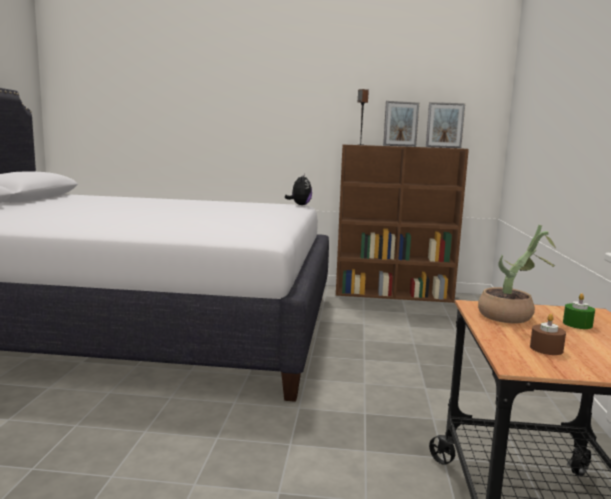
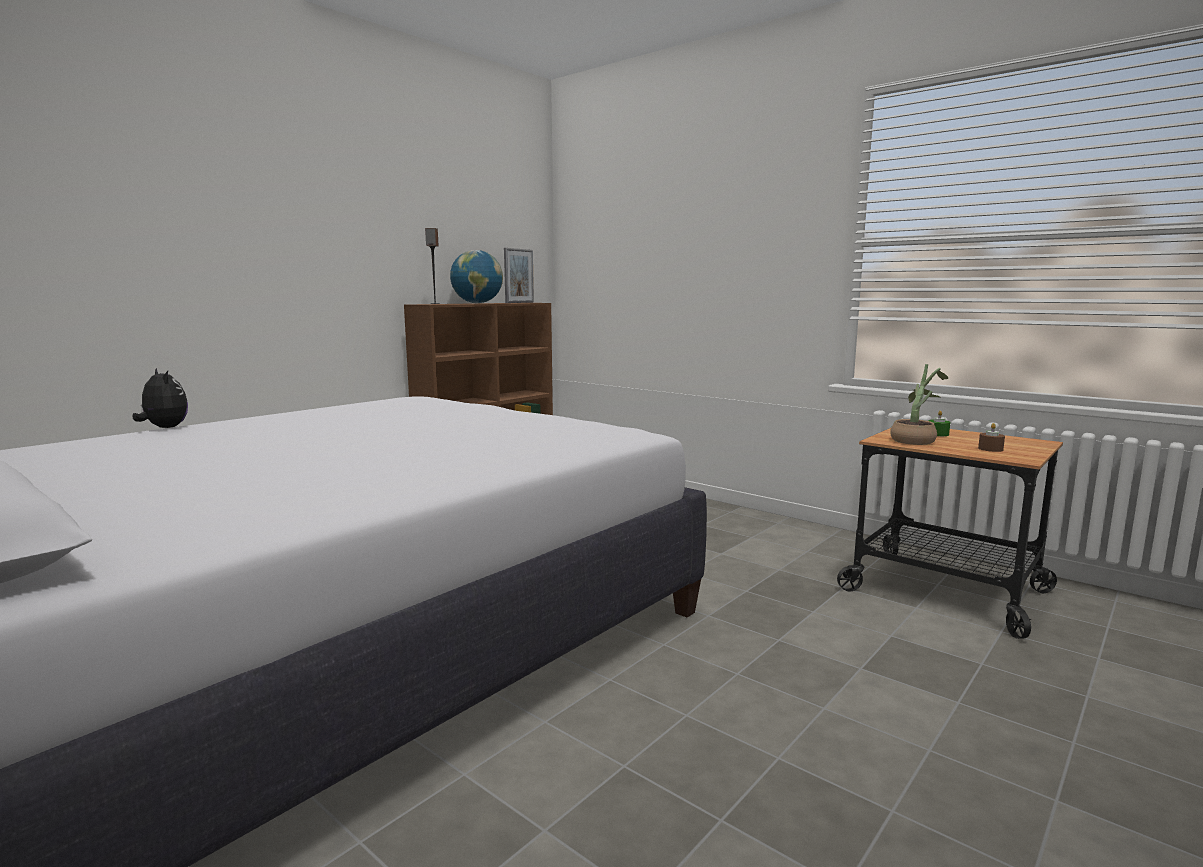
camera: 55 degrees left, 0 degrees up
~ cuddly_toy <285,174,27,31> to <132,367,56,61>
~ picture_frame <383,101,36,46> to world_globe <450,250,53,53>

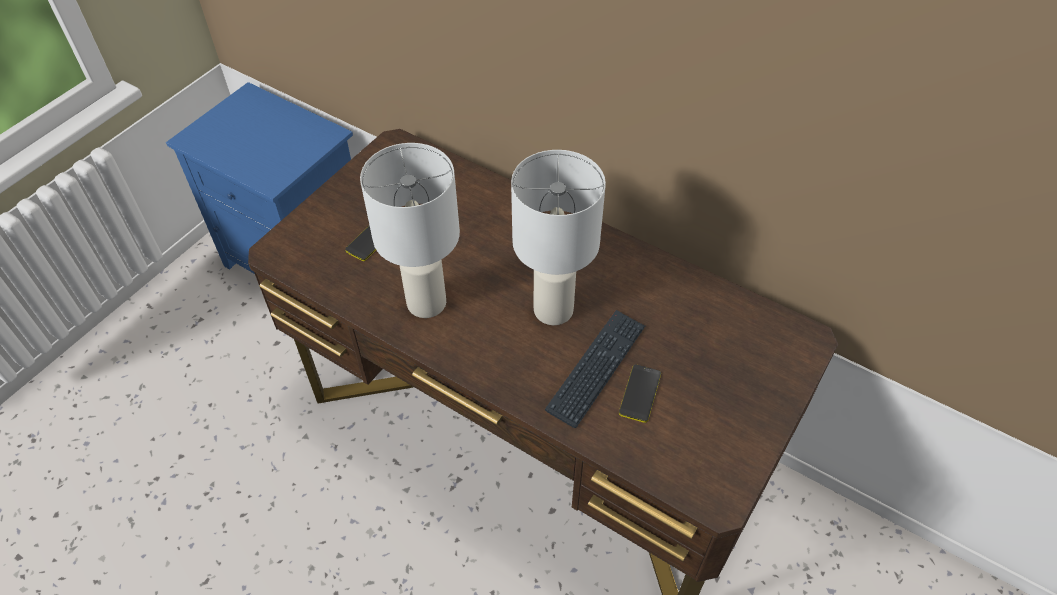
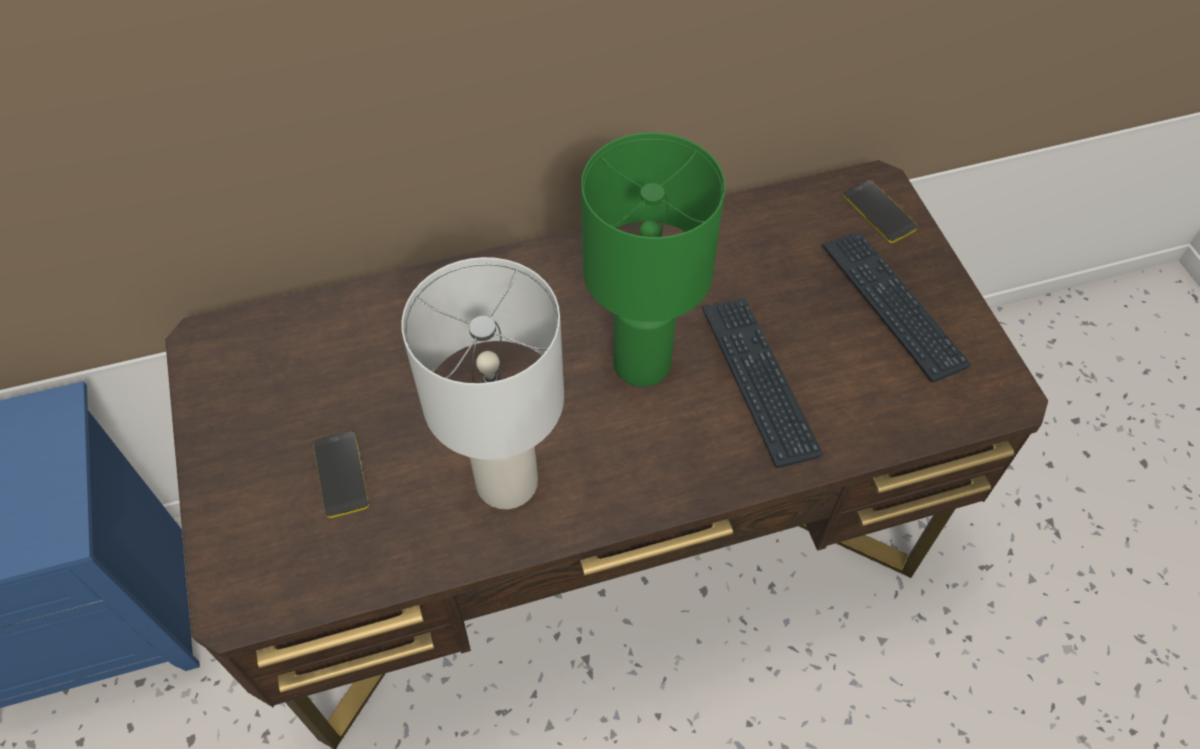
camera: 50 degrees left, 5 degrees up
~ white_tabletop_lamp <511,150,95,175> to greenish_tabletop_lamp <581,132,144,255>
~ phone <619,364,42,59> to <843,180,75,63>
+ computer_keyboard <823,231,148,152>

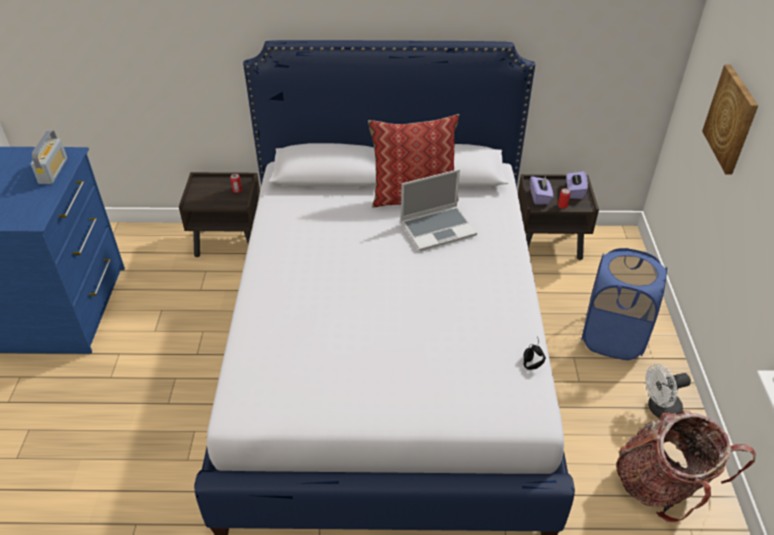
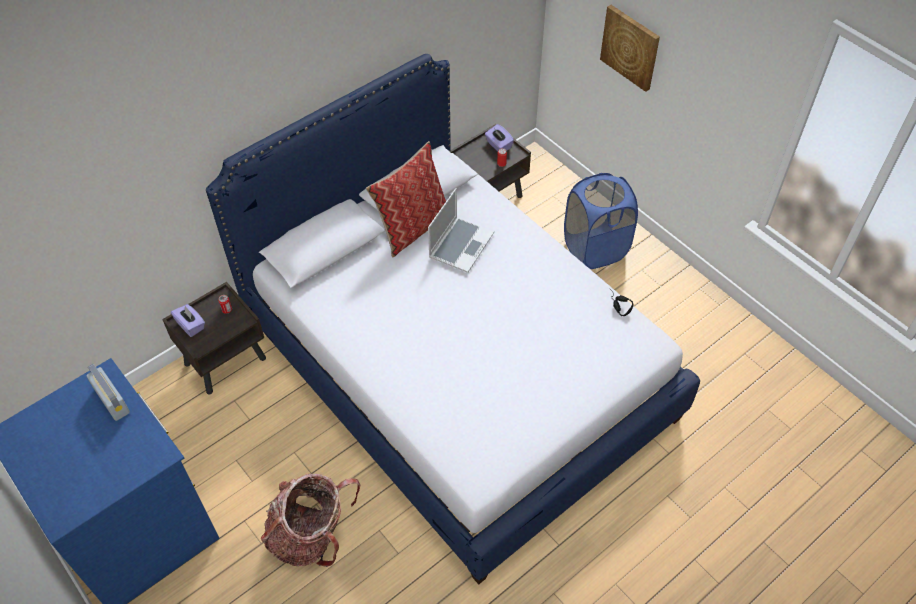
camera: 40 degrees left, 10 degrees up
~ purple-coloured_tissue_holder <530,176,23,29> to <171,304,34,33>
~ backpack <616,410,140,113> to <261,473,99,94>
- white_fan <645,364,46,54>

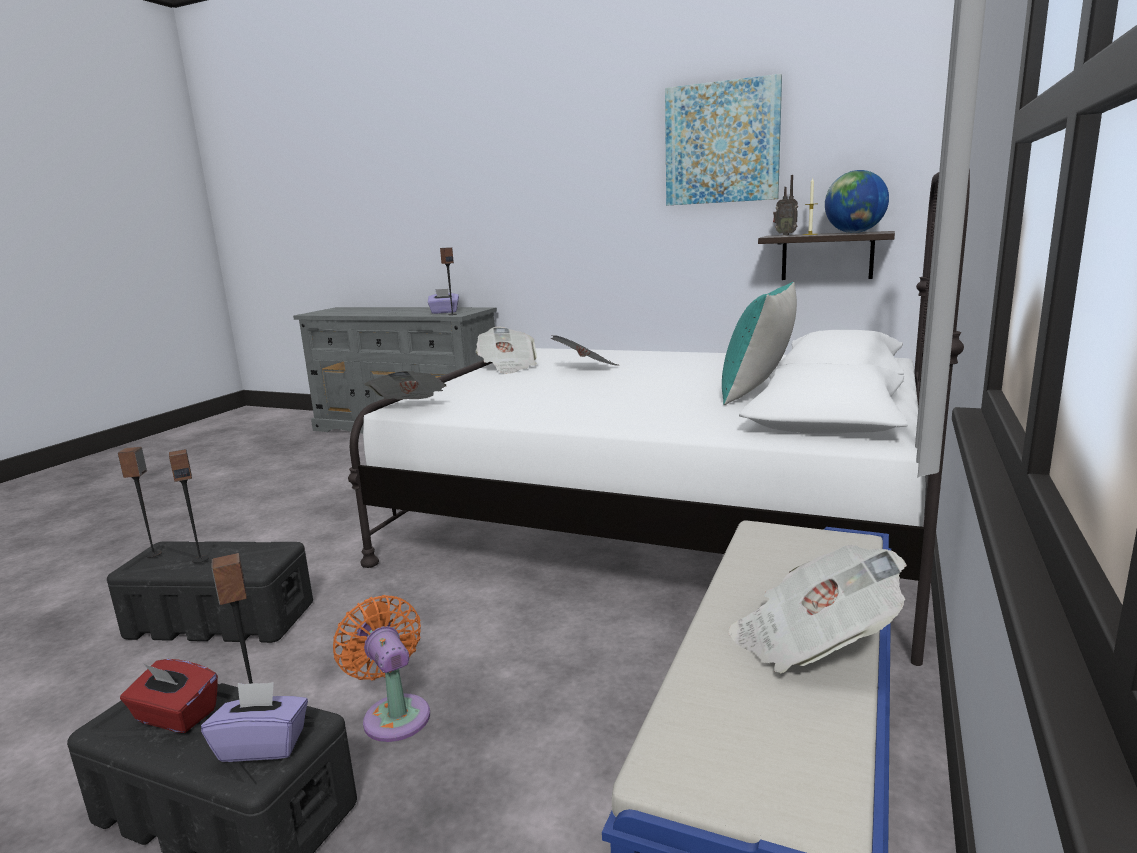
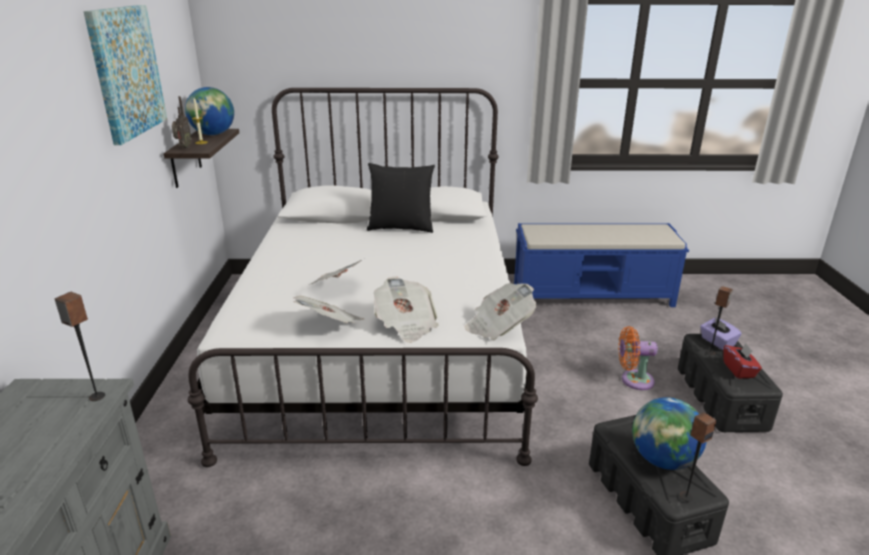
camera: 115 degrees left, 10 degrees up
~ audio_speaker <169,449,40,114> to world_globe <632,397,74,73>
~ orange_fan <333,595,97,147> = <618,326,40,64> 60 degrees clockwise
- purple-coloured_tissue_holder <428,289,31,25>
~ blue-green_pillow <722,282,75,123> to black_pillow <367,163,68,70>
~ newspaper <728,545,179,129> to <373,277,66,66>

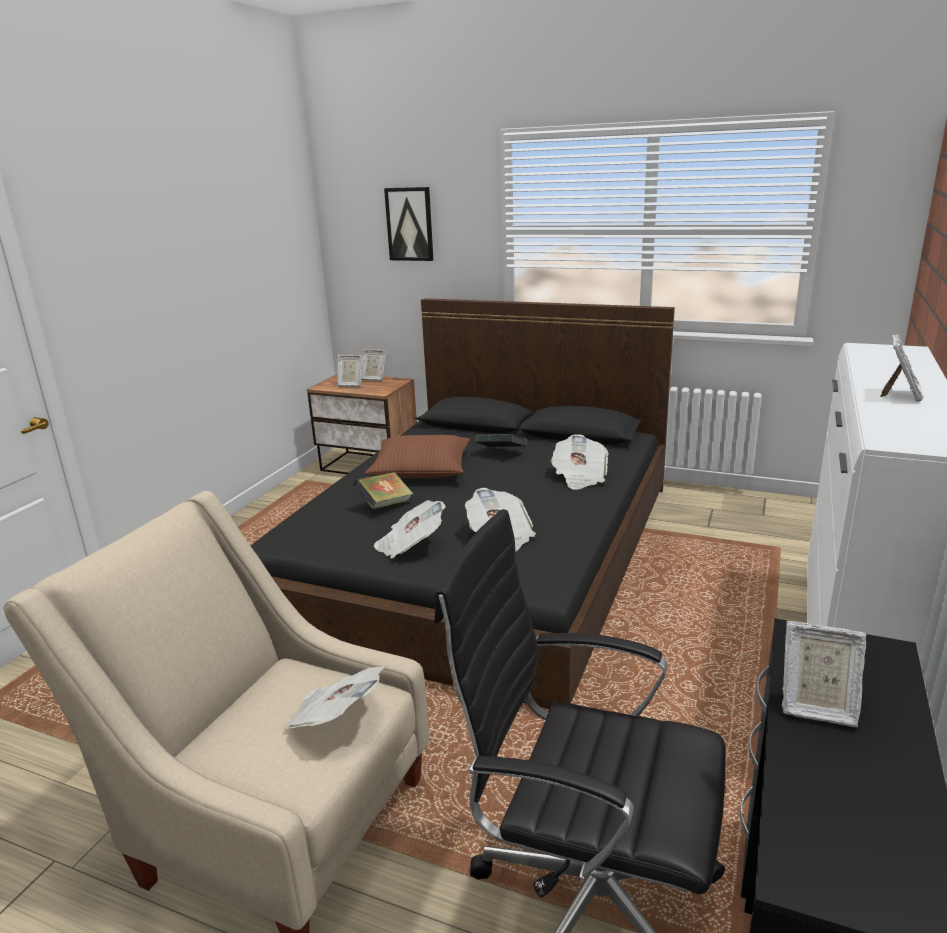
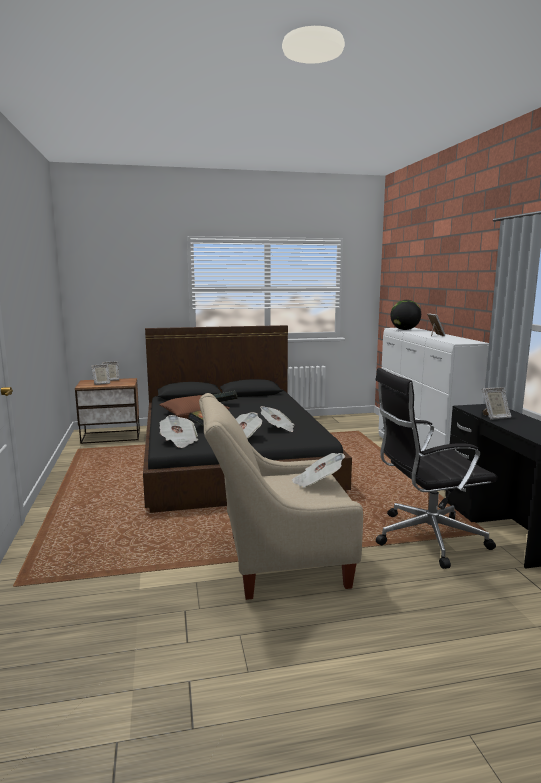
camera: 35 degrees left, 10 degrees down
- wall_art <384,187,50,74>
~ newspaper <551,434,58,56> to <160,415,38,33>
+ world_globe <390,300,31,30>

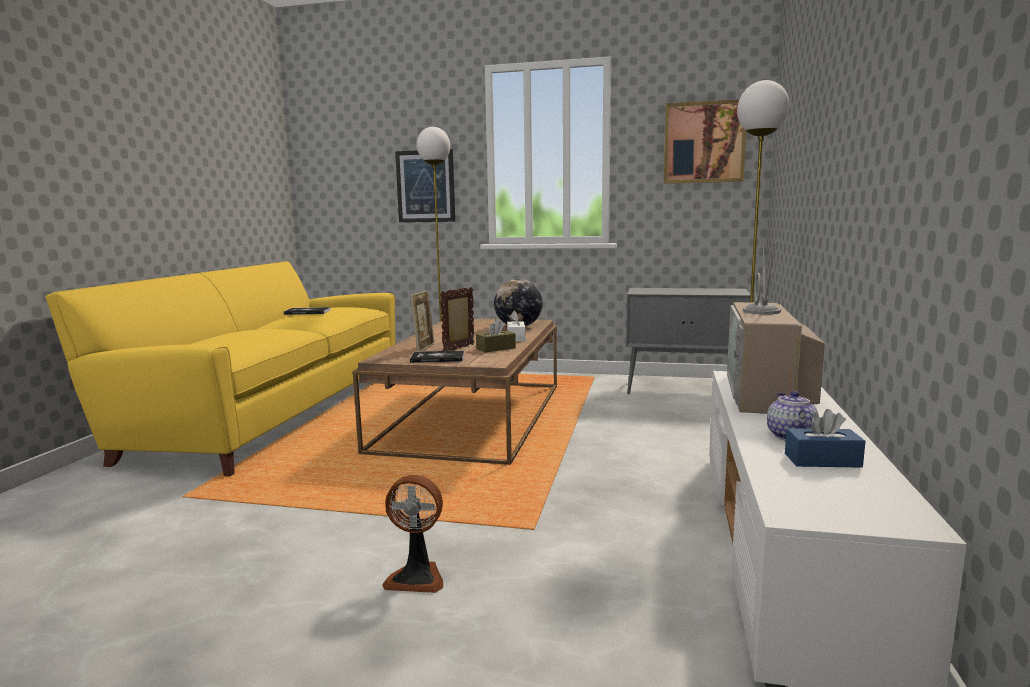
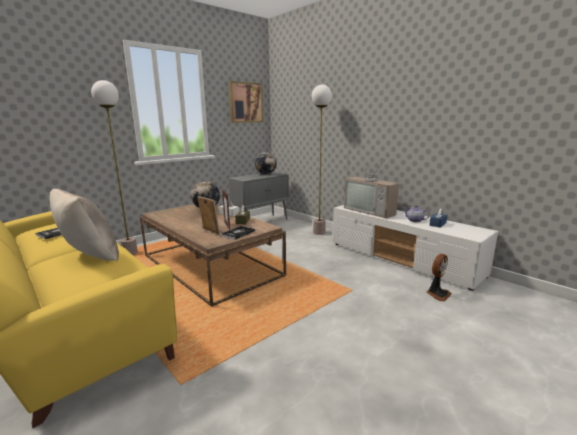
camera: 55 degrees left, 5 degrees up
~ fan <382,475,61,118> to <427,254,25,48>
- wall_art <395,149,60,73>
+ beige_pillow <49,189,70,72>
+ world_globe <255,152,22,22>

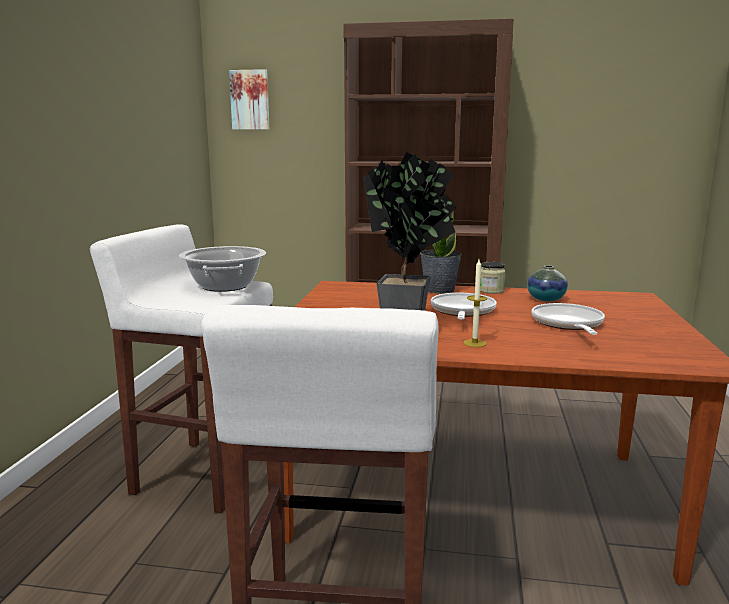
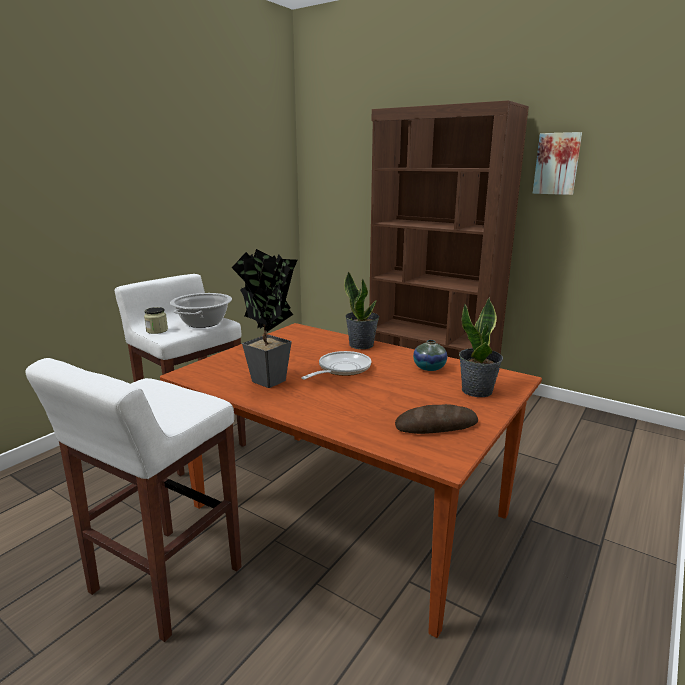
camera: 25 degrees right, 5 degrees up
~ wall_art <229,69,40,61> to <533,132,49,63>
- wax_candle <463,260,24,87>
~ jar <480,262,26,32> to <144,307,24,27>
- frying_pan <531,303,74,32>
+ bakery_bread <395,404,83,30>
+ plant_in_a_pot <459,297,44,100>

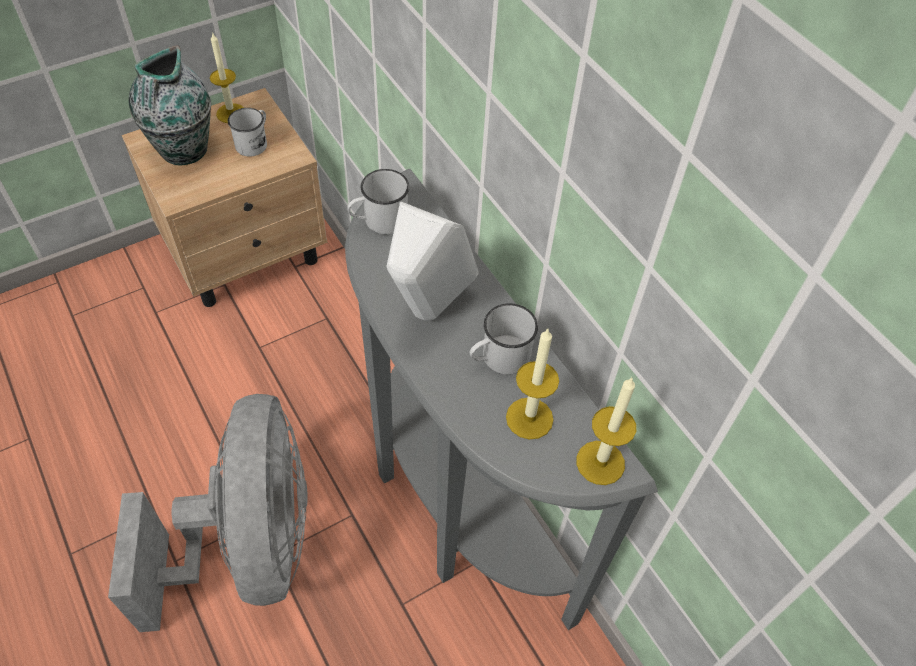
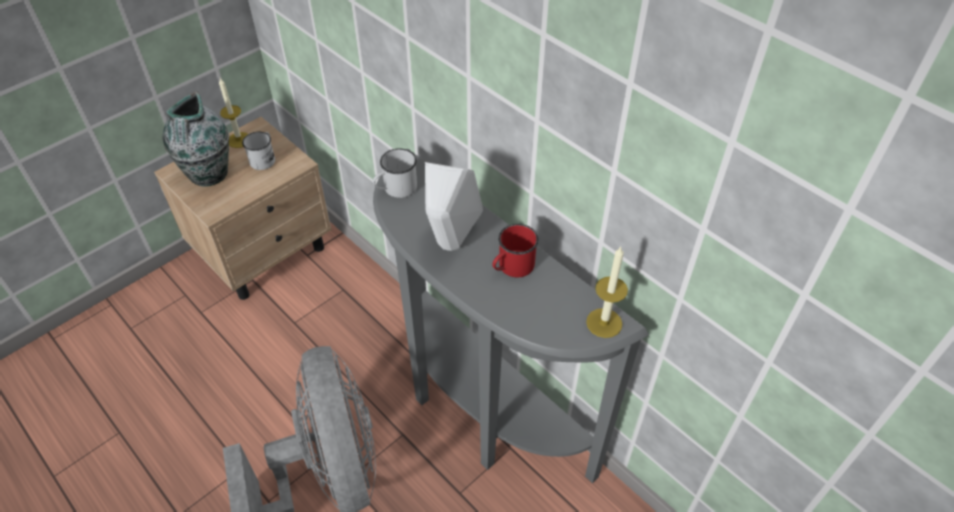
camera: 10 degrees left, 5 degrees down
~ white_tea_mug <470,303,68,72> to red-coloured_tea_mug <492,224,47,53>
- wax_candle <506,329,53,110>

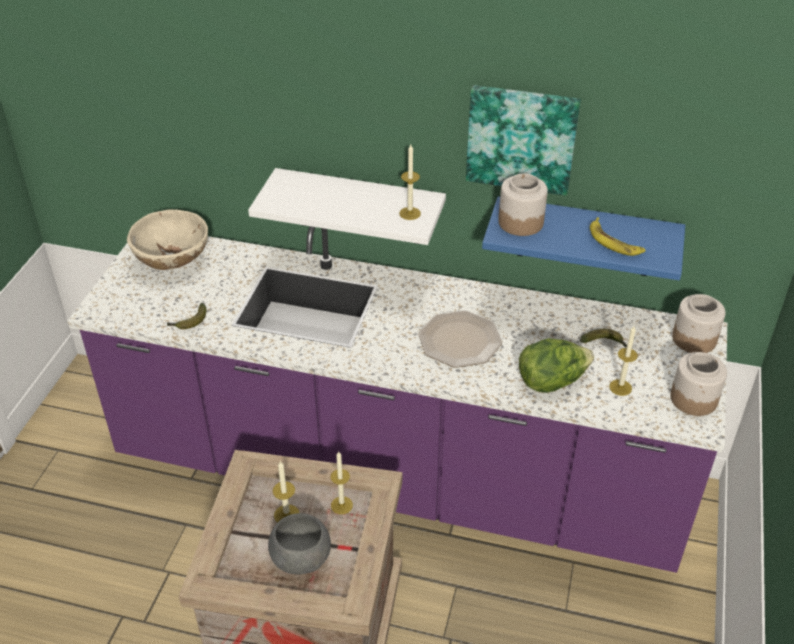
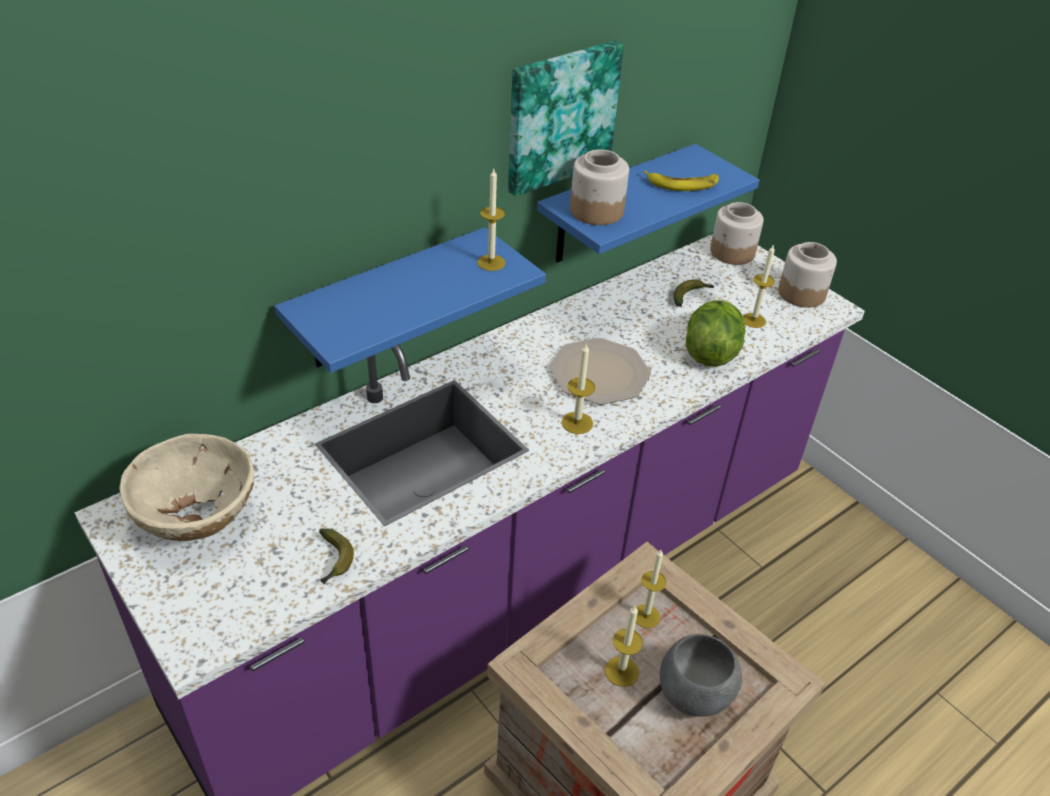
camera: 55 degrees left, 0 degrees up
~ white_shelf <248,168,198,77> to blue-coloured_shelf <274,227,272,146>
+ wax_candle <562,344,33,90>

